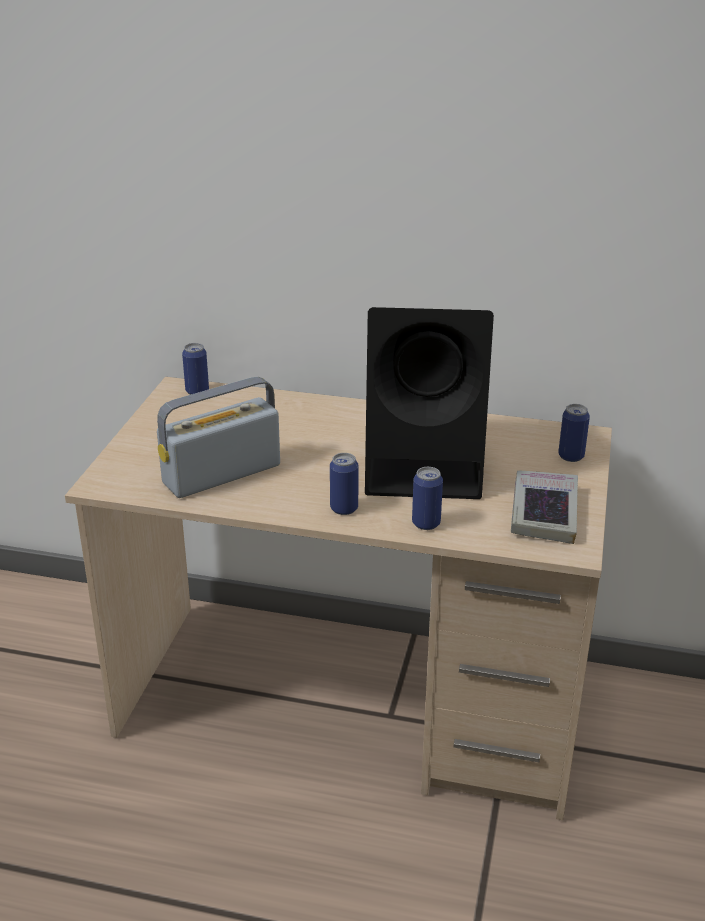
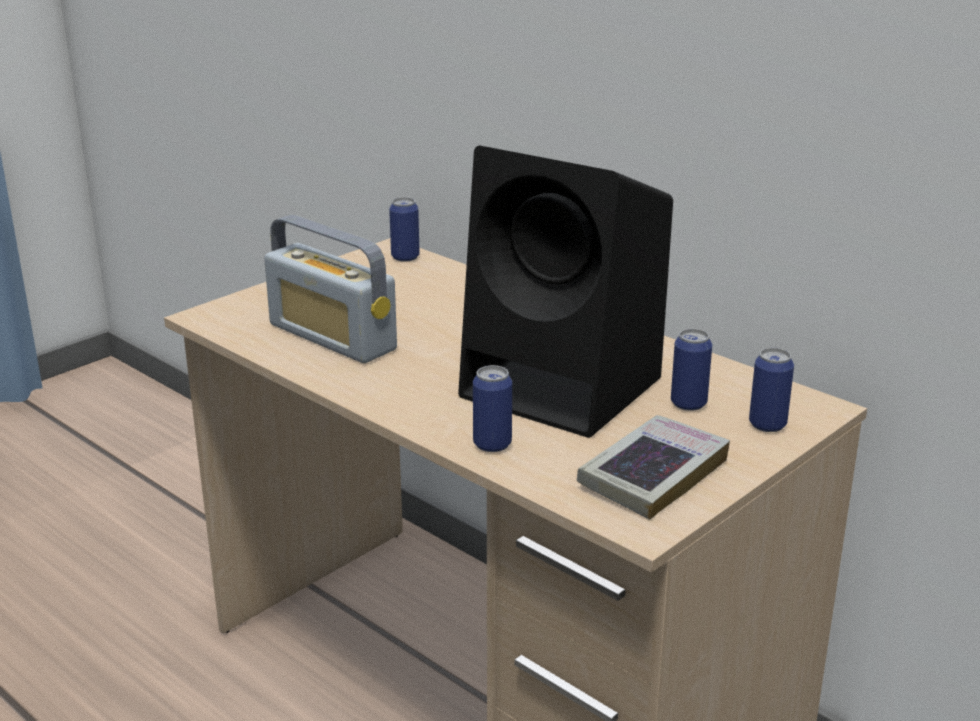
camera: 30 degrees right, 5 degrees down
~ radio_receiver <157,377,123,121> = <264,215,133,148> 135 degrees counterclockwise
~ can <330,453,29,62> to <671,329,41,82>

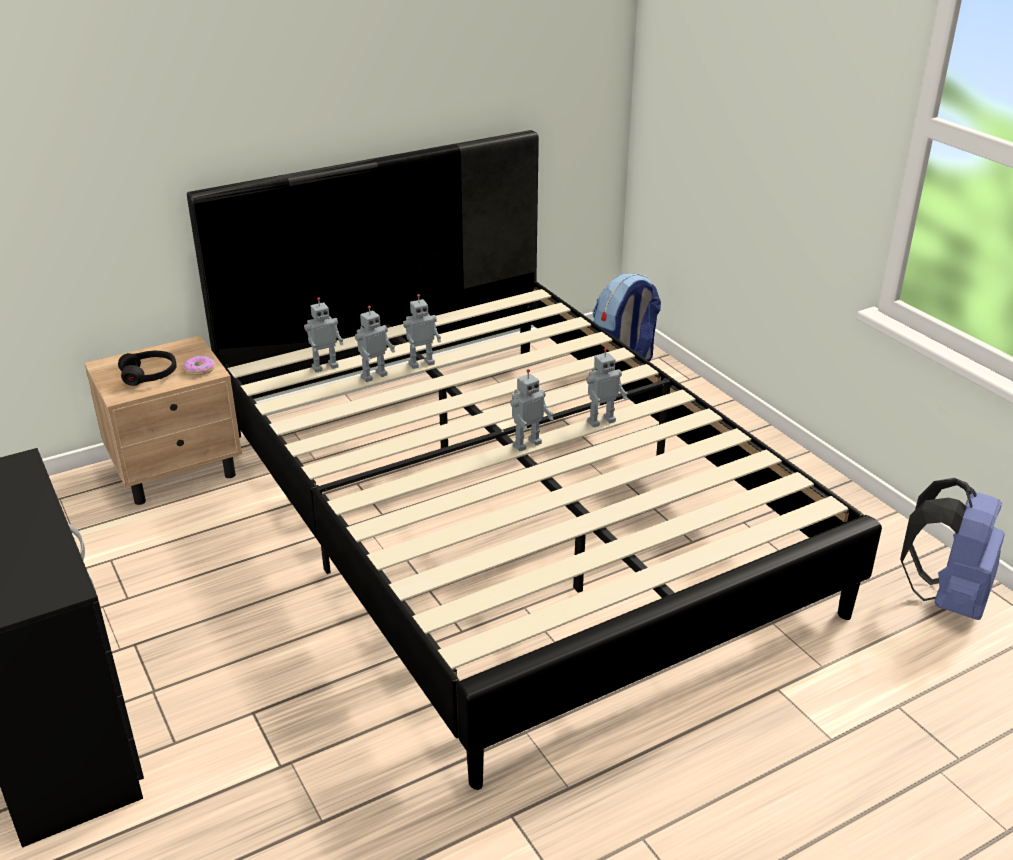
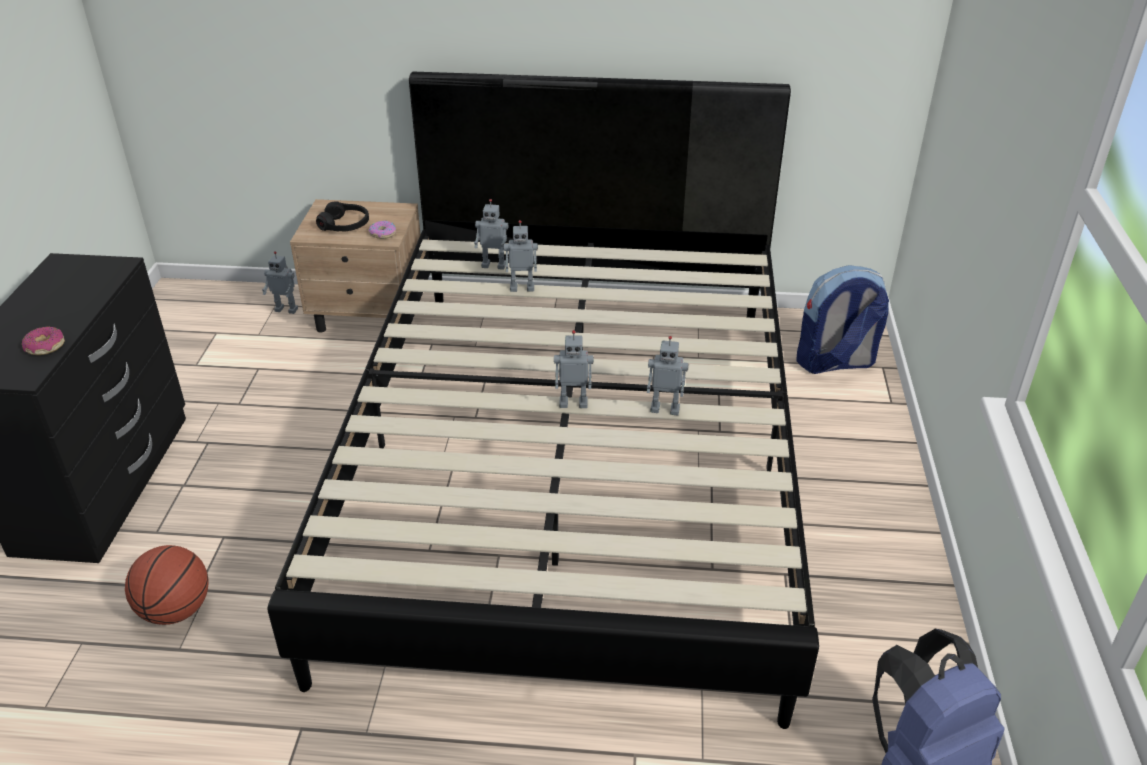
camera: 35 degrees right, 5 degrees up
~ toy_robot <403,294,38,75> to <262,251,36,63>
+ doughnut <22,327,43,28>
+ basketball <125,545,84,80>

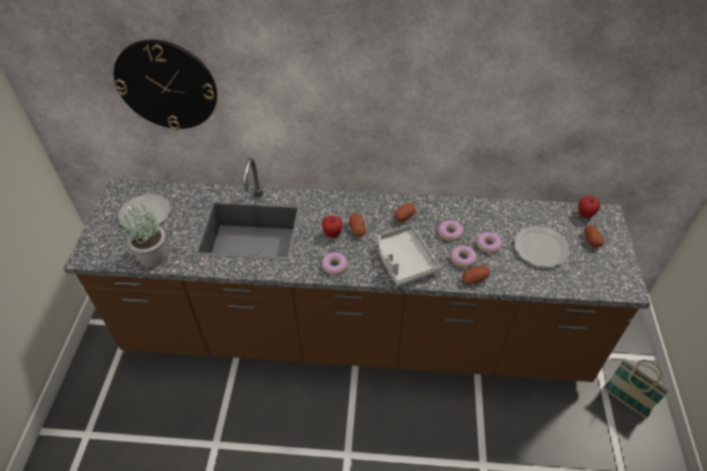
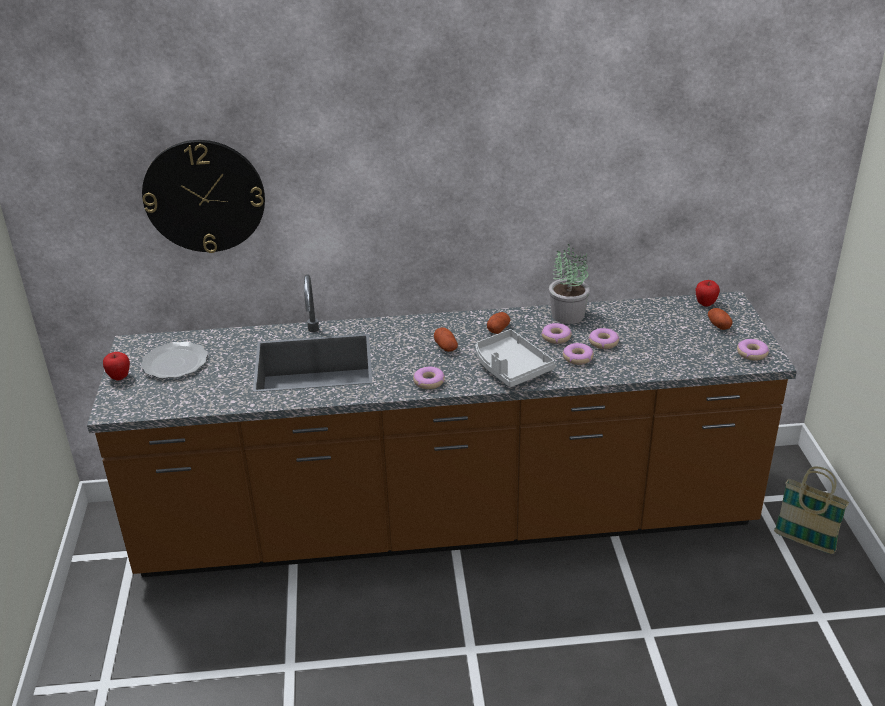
camera: 10 degrees left, 15 degrees down
~ plant_in_a_pot <121,201,47,66> to <549,244,41,80>
~ apple_fruit <322,215,21,23> to <103,352,27,29>
- whole_potato <462,265,28,19>
- plate <514,226,56,42>
+ doughnut <737,339,32,22>

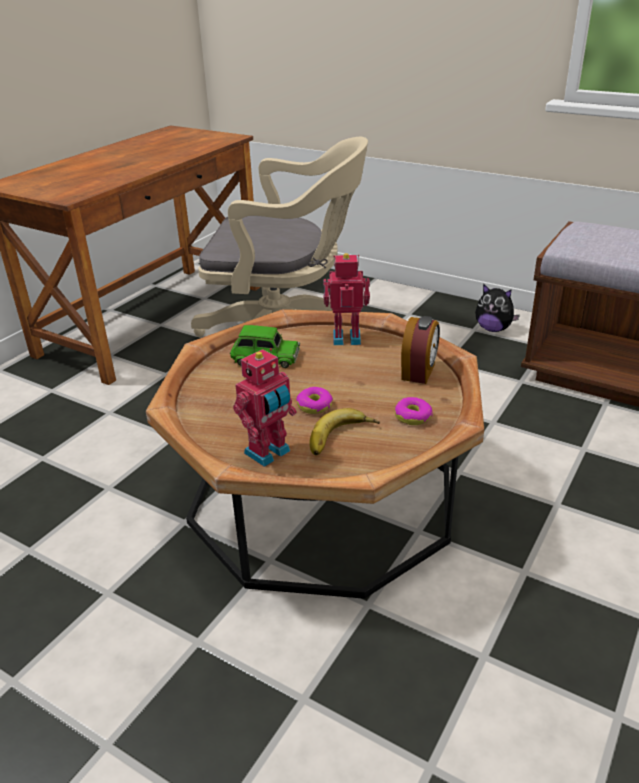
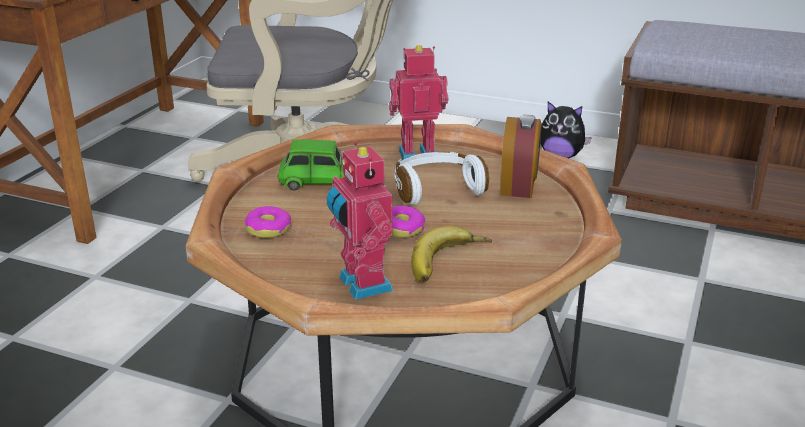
camera: 10 degrees left, 5 degrees down
~ toy_robot <233,348,64,119> = <327,142,66,158> 120 degrees clockwise
~ doughnut <395,397,38,28> to <245,206,46,32>
+ white_headphones <395,152,94,53>

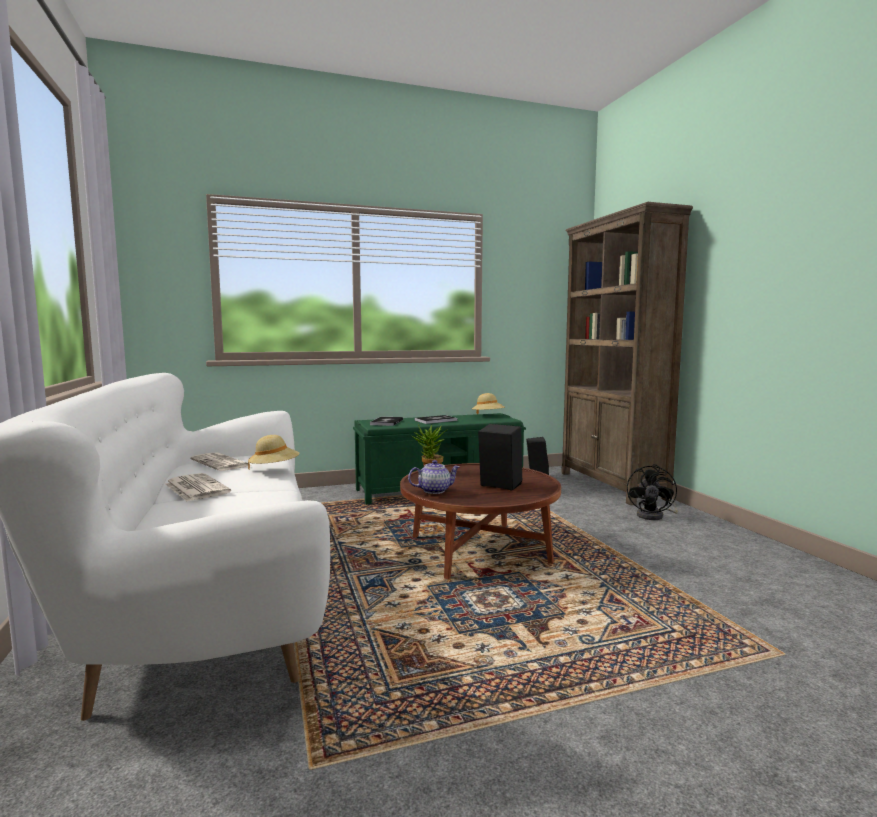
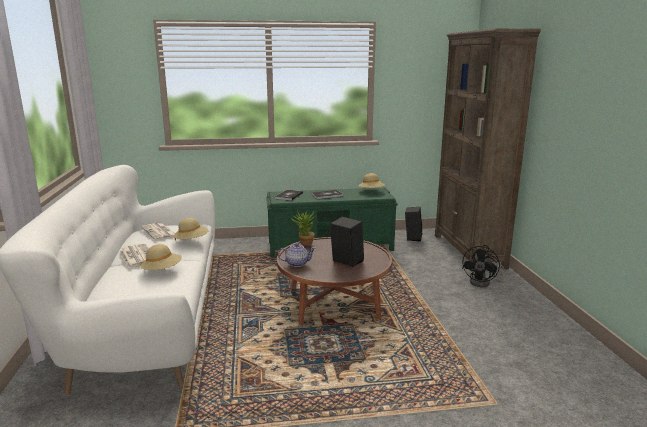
camera: 10 degrees right, 10 degrees up
+ beige_clothing_hat <140,244,42,26>

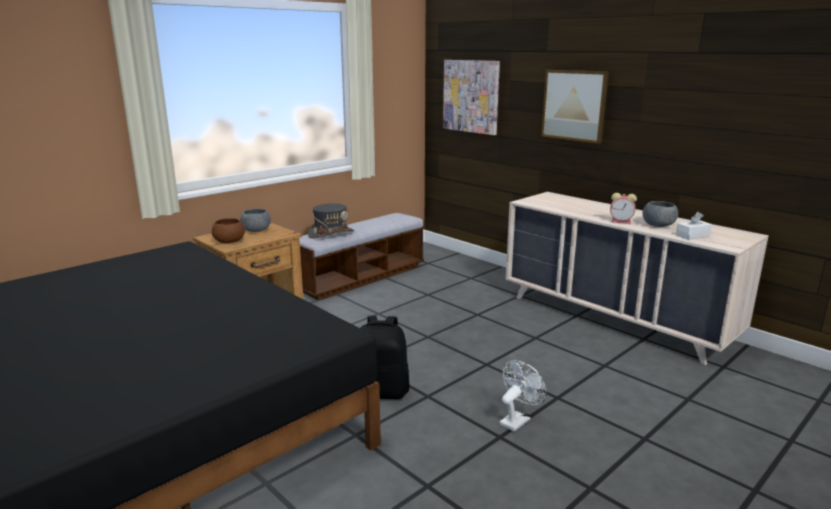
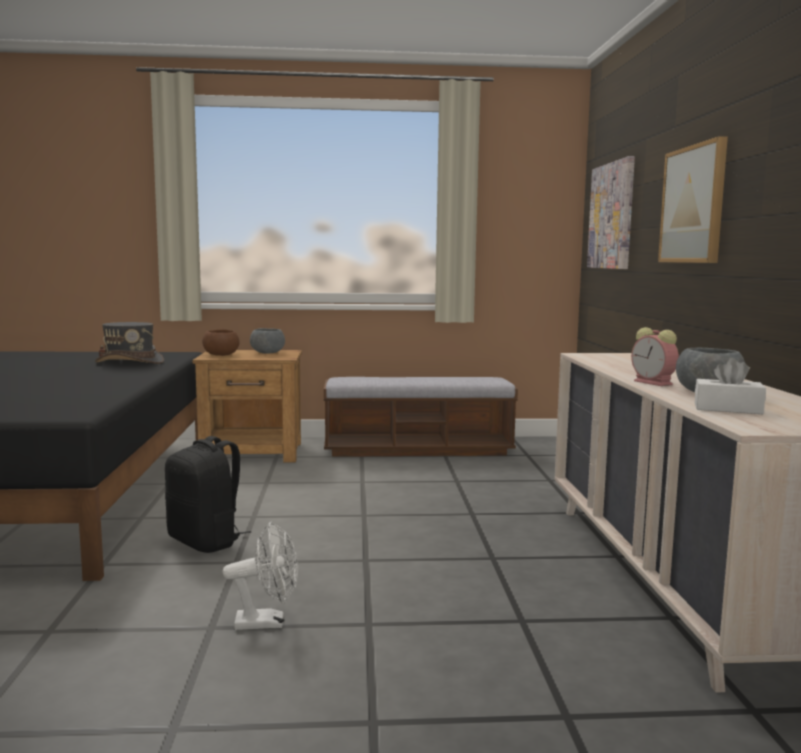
camera: 40 degrees right, 10 degrees down
~ grey_clothing_hat <308,203,46,35> to <95,322,69,42>

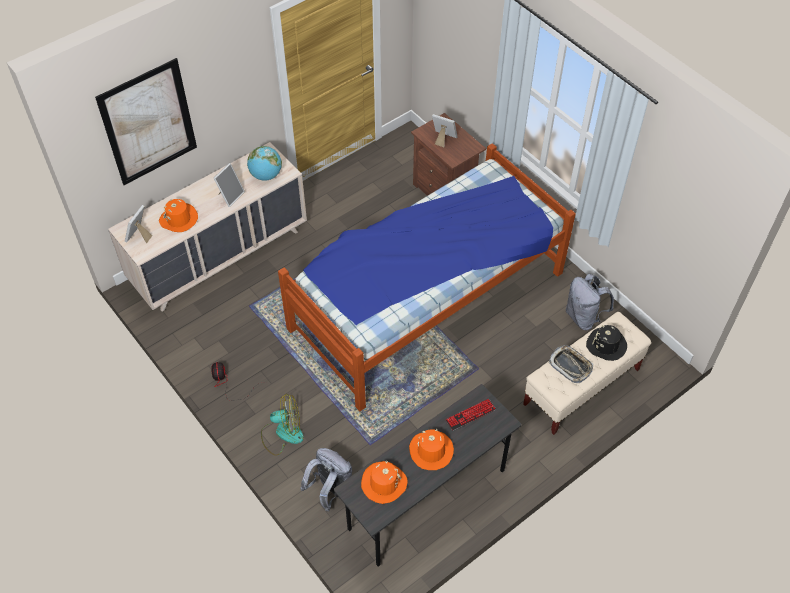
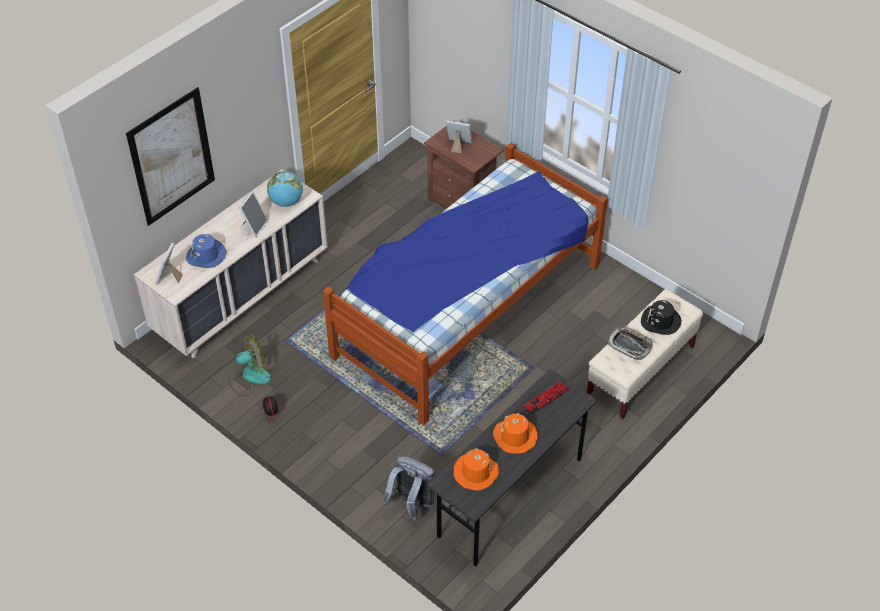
camera: 10 degrees left, 5 degrees down
~ orange_clothing_hat <159,199,39,33> to blue-coloured_clothing_hat <186,234,40,34>
~ fan <261,394,43,62> to <228,334,43,63>
- grey_backpack <566,273,48,57>

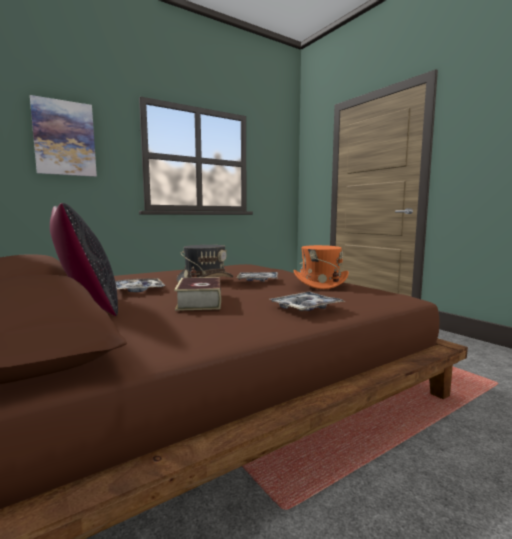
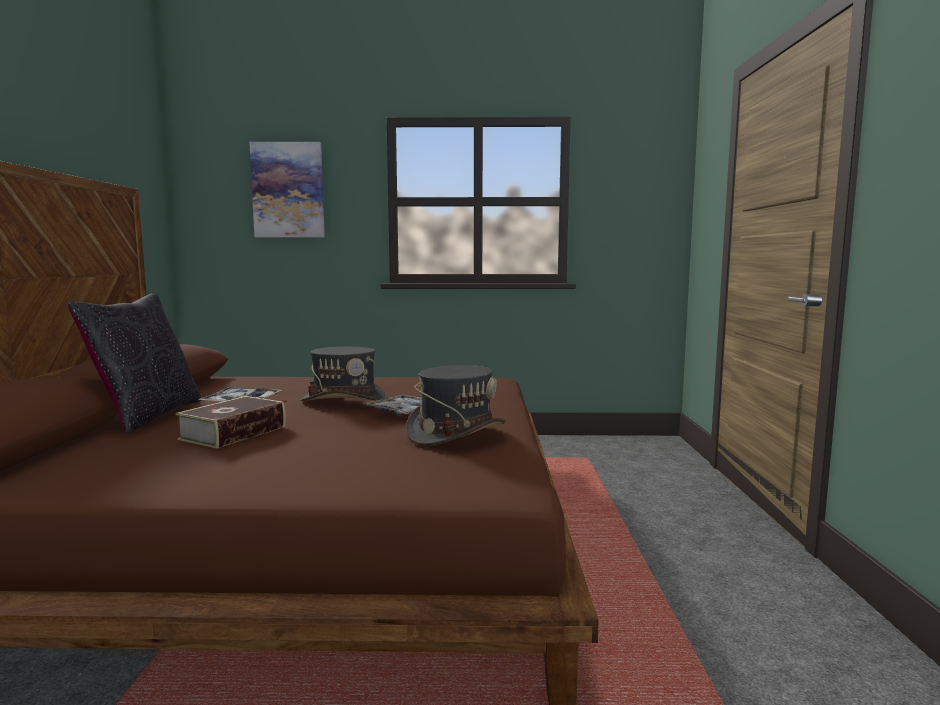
camera: 35 degrees right, 0 degrees up
- serving_tray <270,292,75,19>
~ orange_clothing_hat <293,245,56,44> to grey_clothing_hat <406,365,99,81>

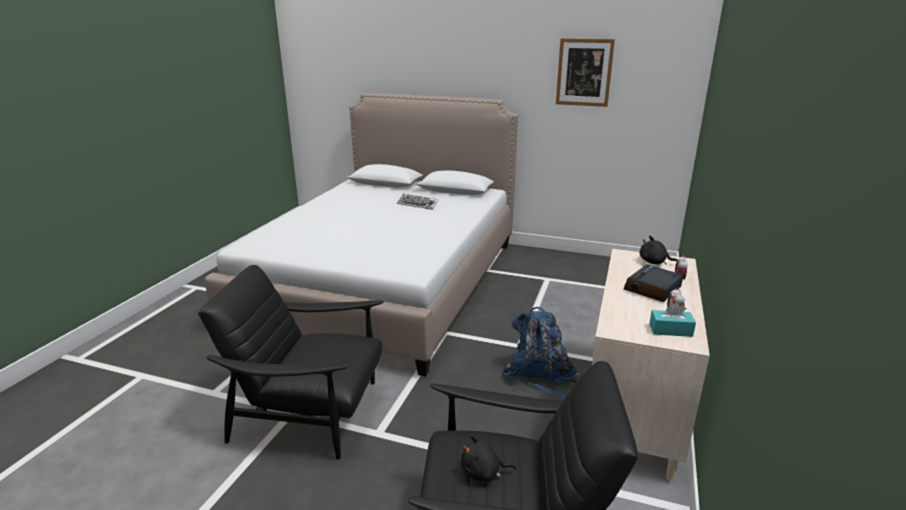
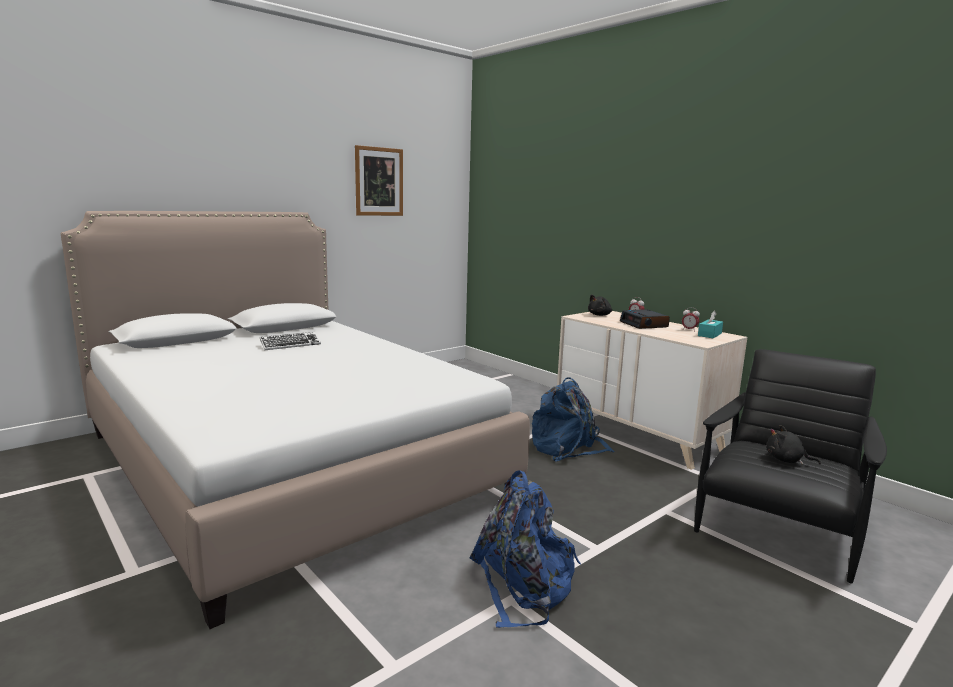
camera: 60 degrees left, 10 degrees down
~ black_lounge_chair <198,265,186,195> to blue-coloured_backpack <470,470,111,158>
~ black_cuddly_toy <461,435,55,46> = <766,425,55,40> 90 degrees clockwise

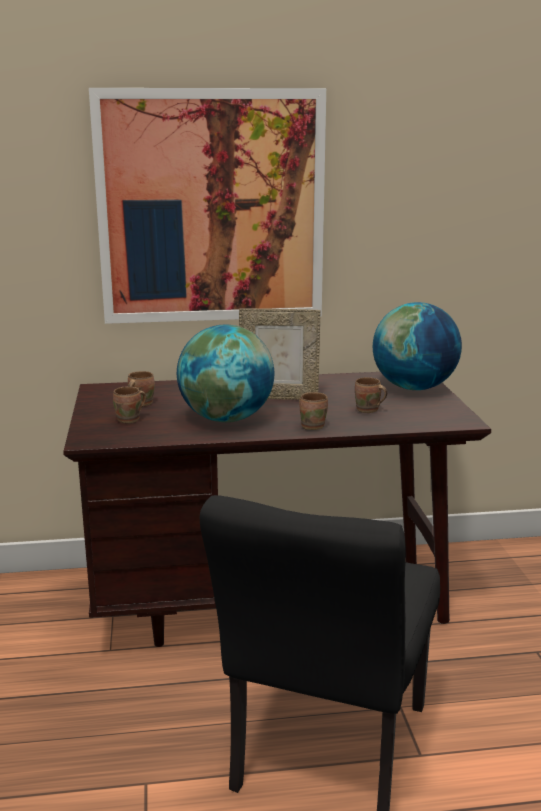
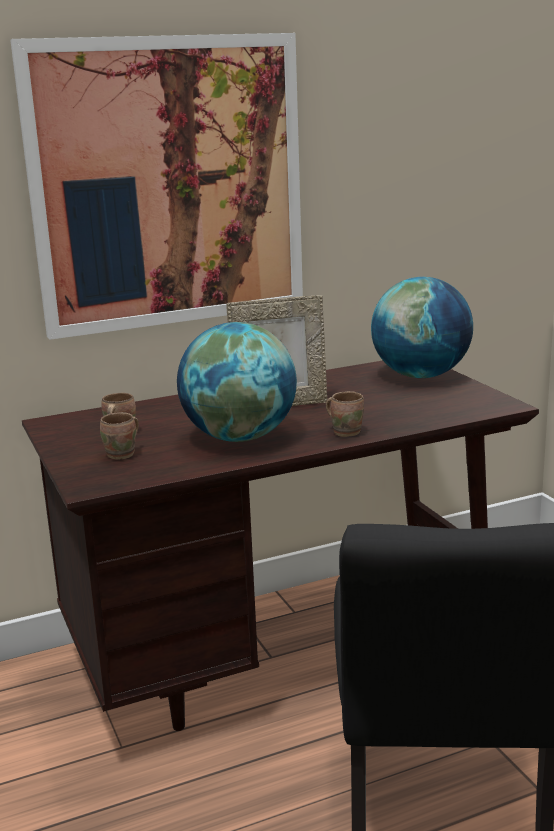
camera: 15 degrees left, 0 degrees up
- brownish_tea_mug <355,377,32,36>

